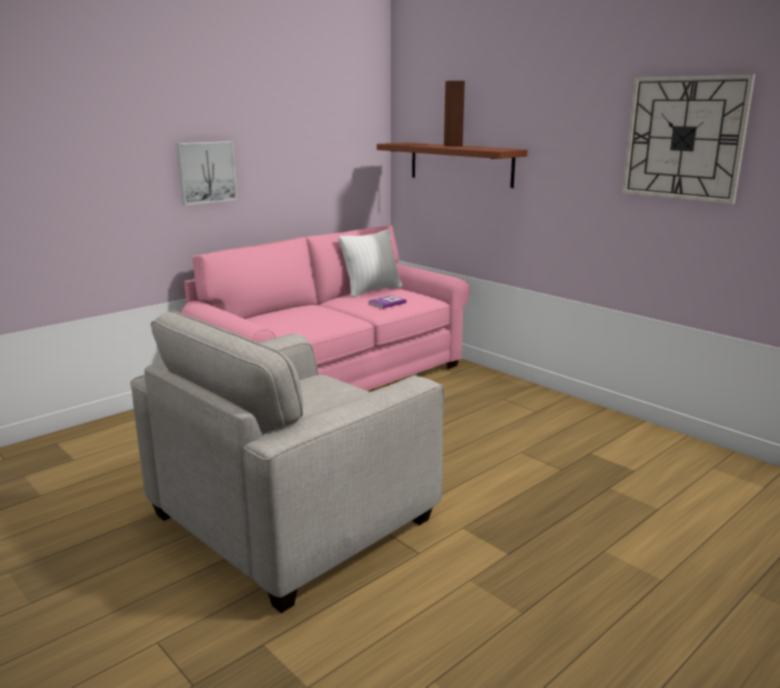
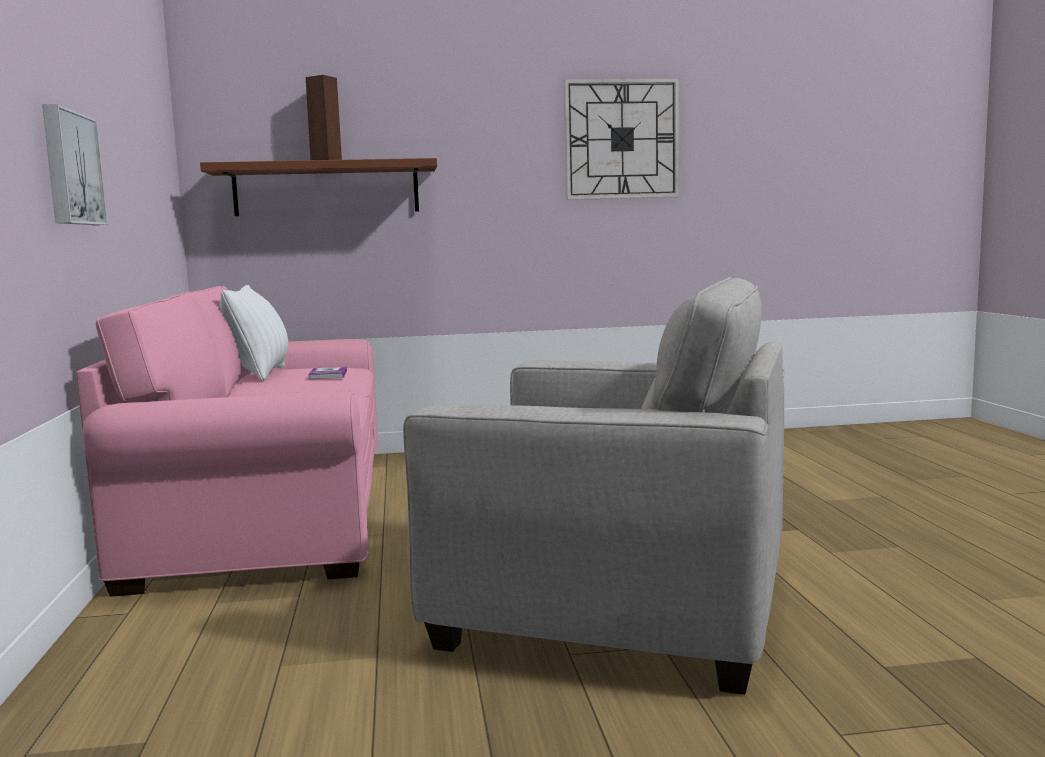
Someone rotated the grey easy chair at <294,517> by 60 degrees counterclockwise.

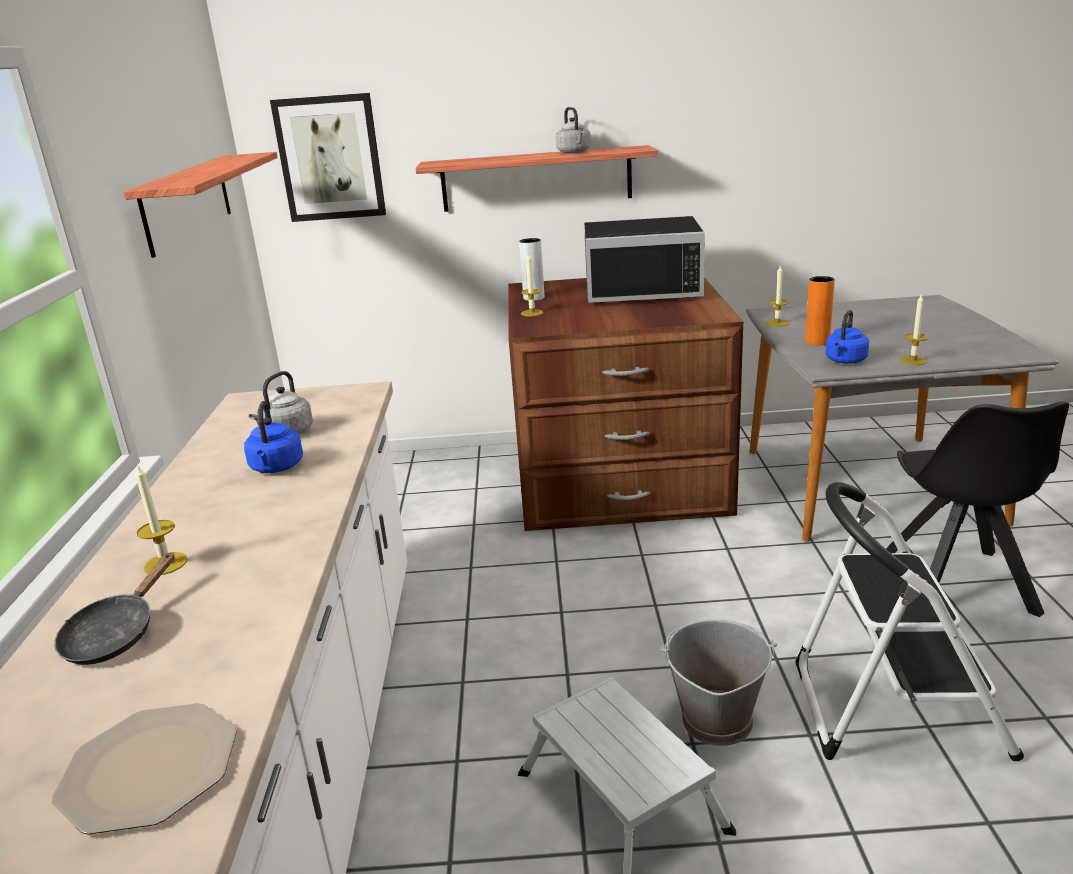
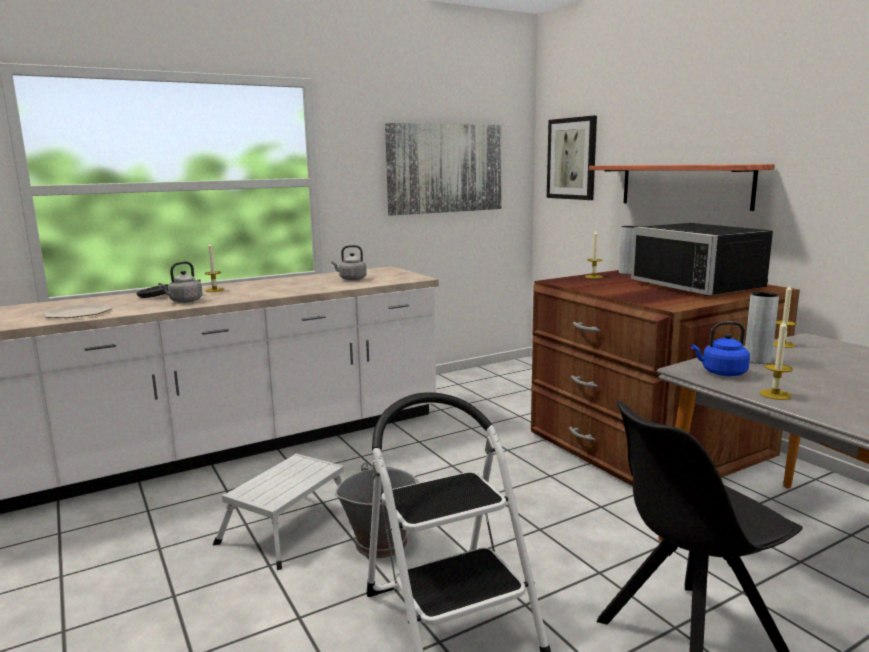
Someone swapped the wall shelf at <188,202> for the wall picture at <445,168>. Someone took away the blue-coloured tea kettle at <276,468>. Someone carried the grey tea kettle from <574,152> to <184,301>. Someone repainted the orangey decorative vase at <817,342>, which became the grey decorative vase at <757,360>.

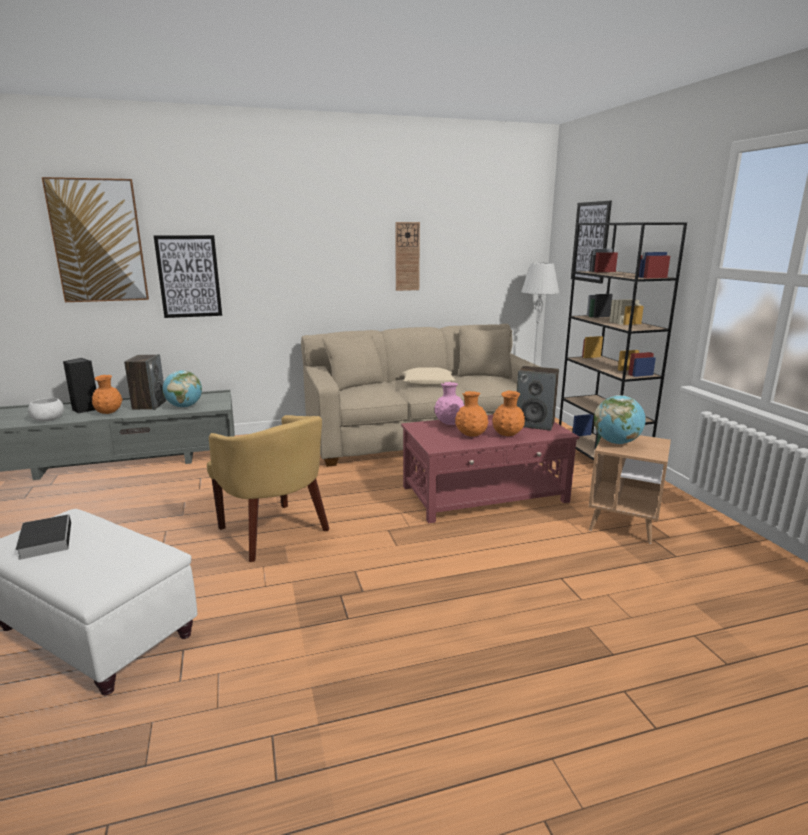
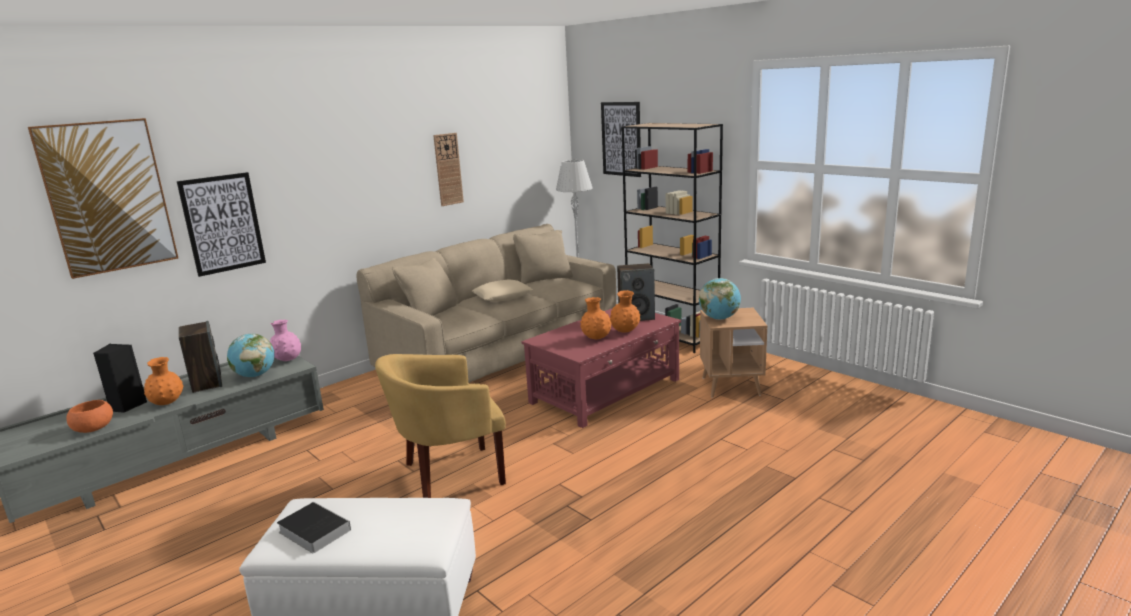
Someone repainted the whitish deep dish at <48,419>, which became the orangey deep dish at <94,428>. Someone rotated the yellowish easy chair at <274,532> by 135 degrees clockwise. Someone carried the pink decorative vase from <449,424> to <287,360>.

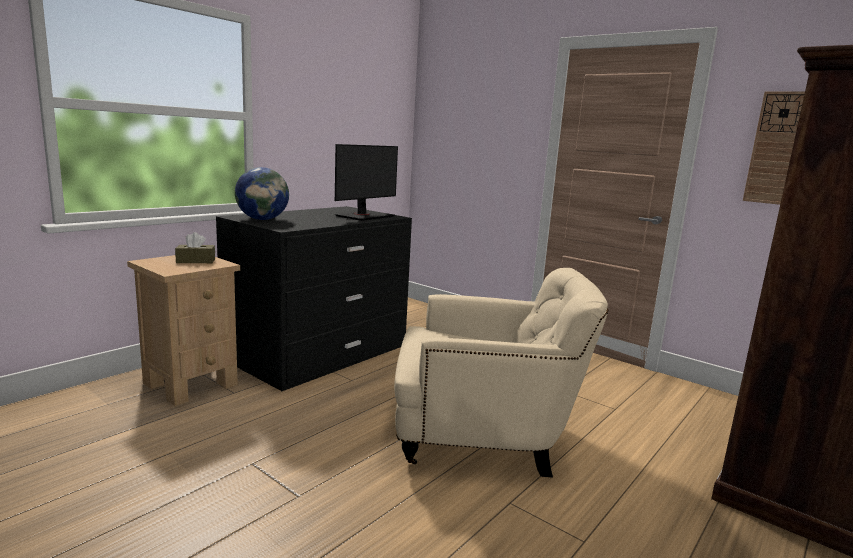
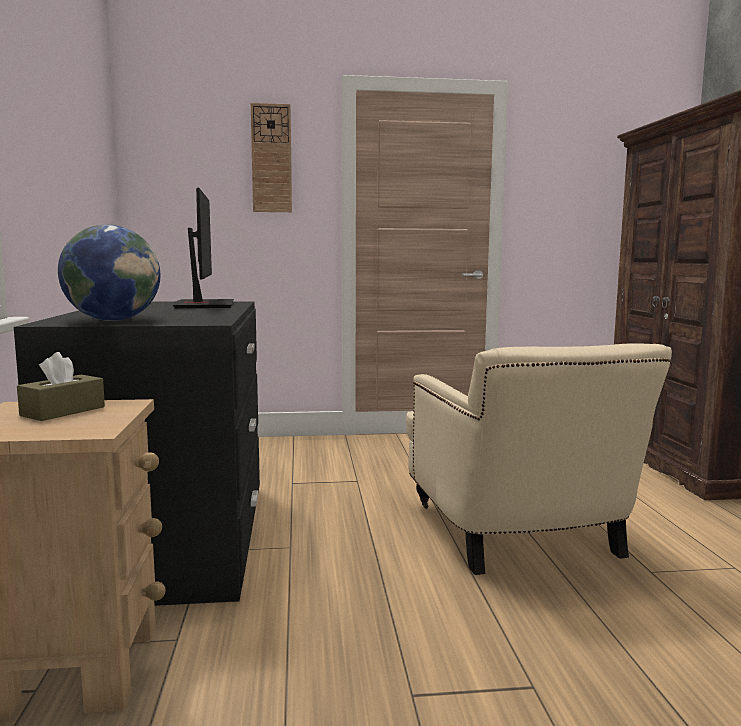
Someone rotated the beige-coloured easy chair at <484,436> by 120 degrees clockwise. Someone carried the hanging clock from <776,148> to <271,158>.

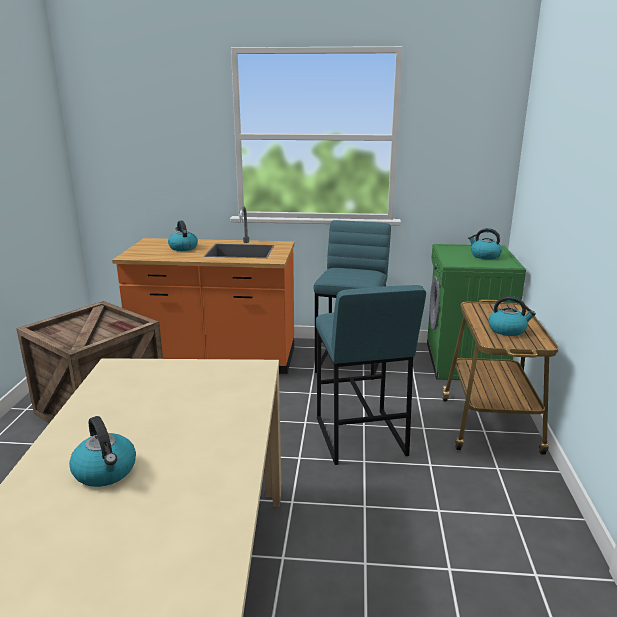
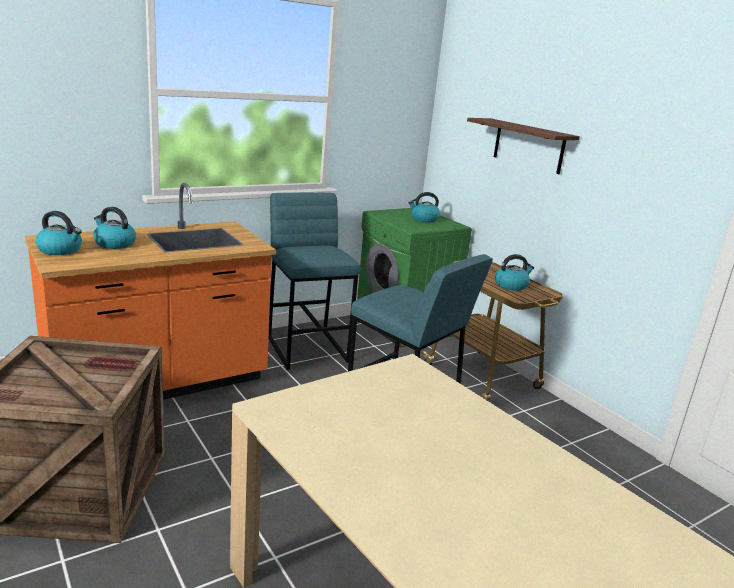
Someone carried the tea kettle from <106,471> to <60,250>. Someone put up the wall shelf at <528,146>.

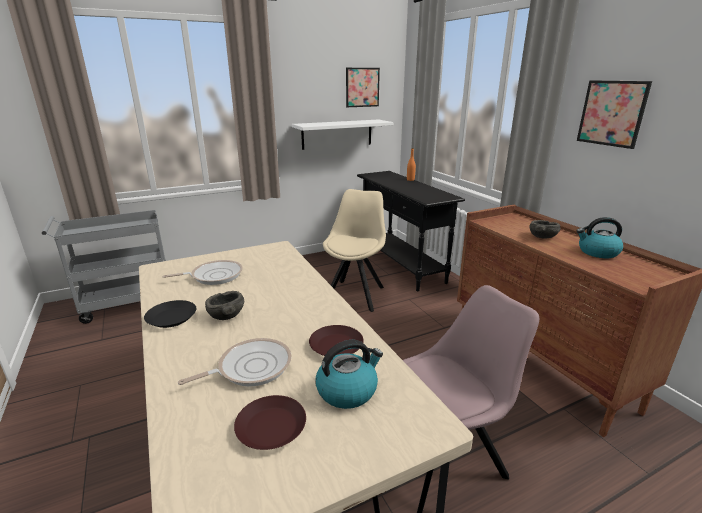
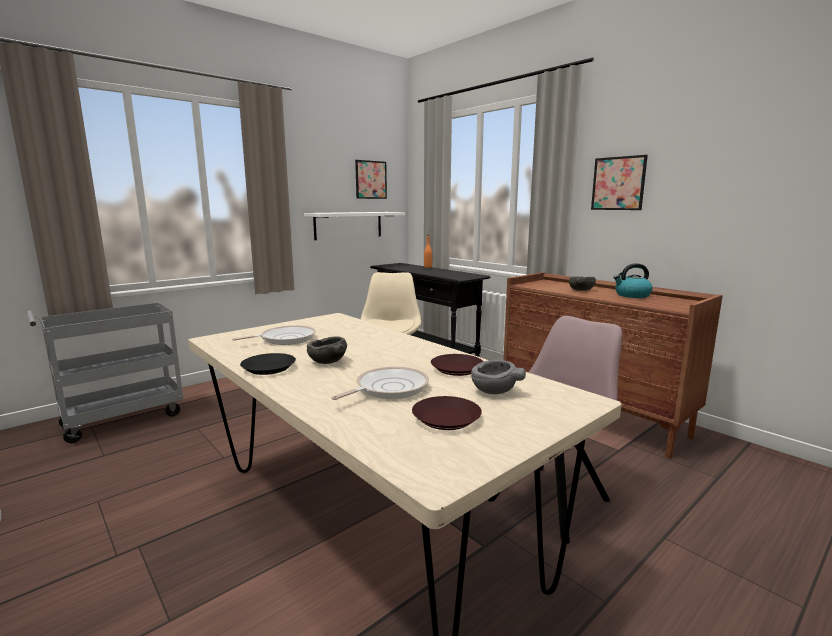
Someone swapped the tea kettle at <347,390> for the grey deep dish at <494,391>.

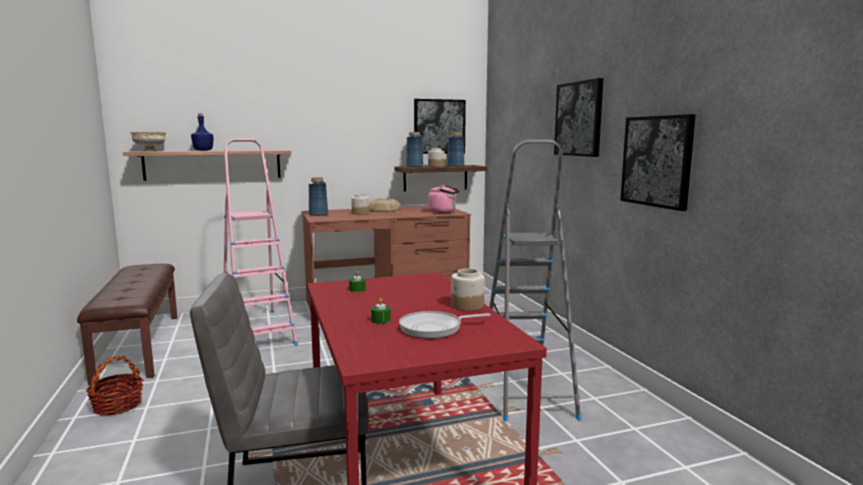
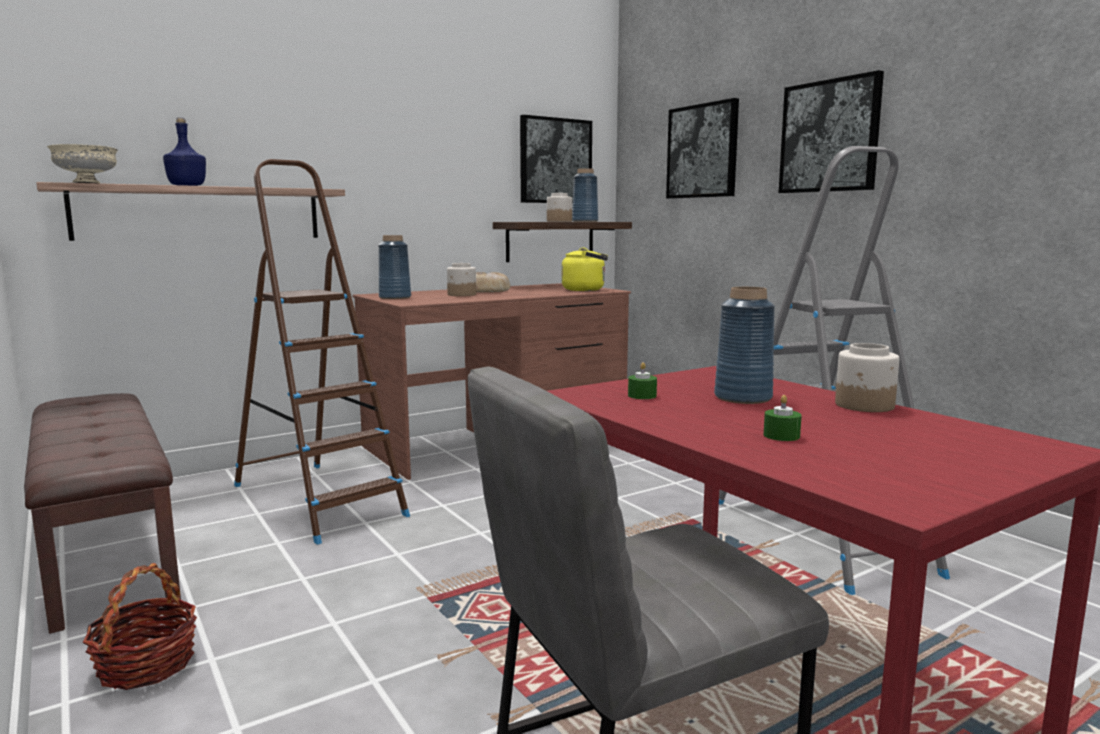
Someone repainted the pink step ladder at <258,331>, which became the brownish step ladder at <318,500>. Someone took away the frying pan at <434,328>. Someone carried the blue-coloured decorative vase from <414,166> to <742,397>. Someone repainted the pink tea kettle at <443,212>, which became the yellowish tea kettle at <586,290>. Someone carried the wall picture from <657,161> to <702,151>.

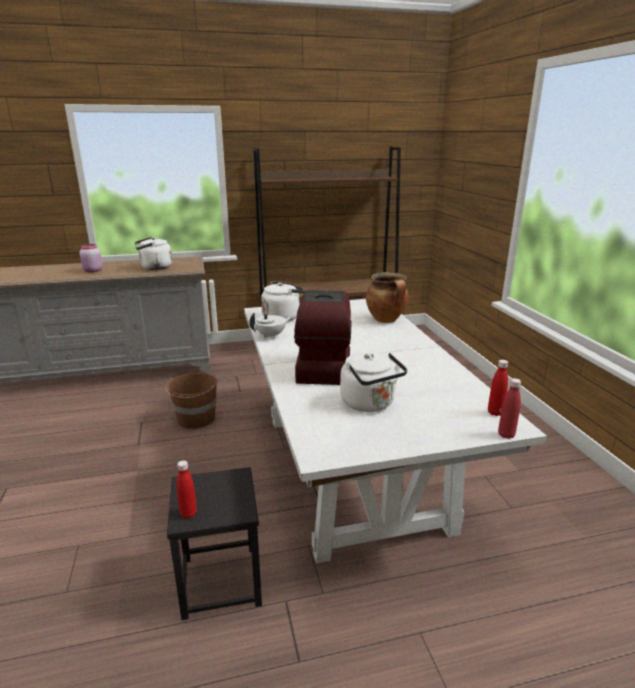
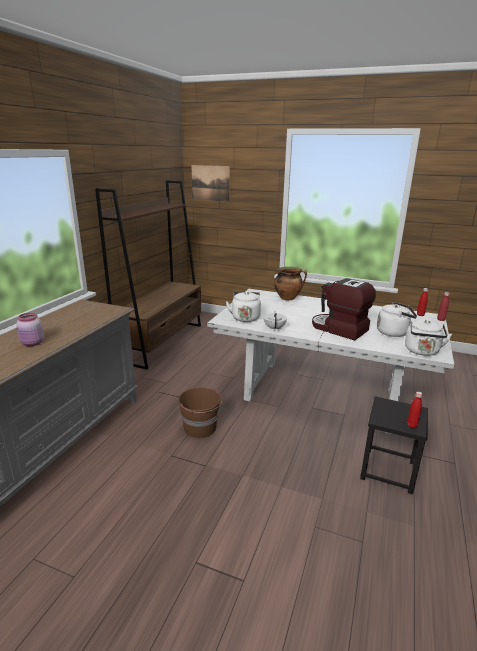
Someone carried the whitish tea kettle from <154,268> to <422,351>. Someone put up the wall picture at <210,183>.

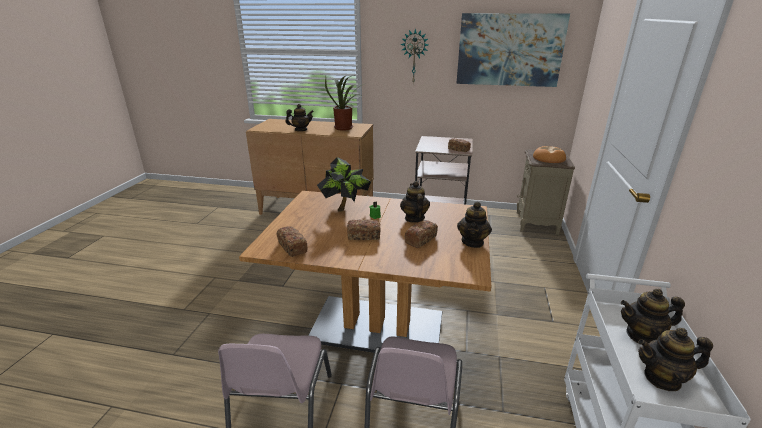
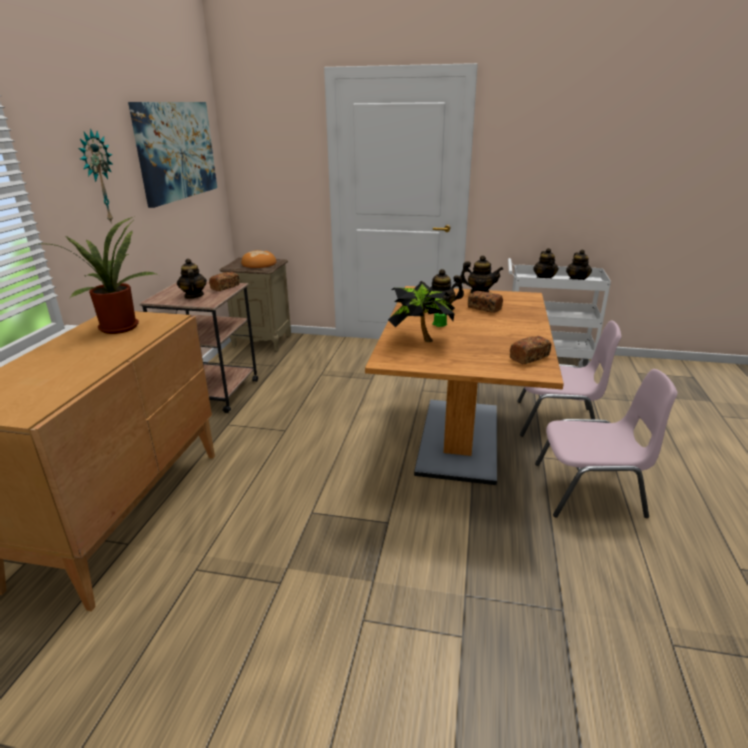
Someone carried the teapot from <301,130> to <193,296>. Someone took away the bread at <364,236>.

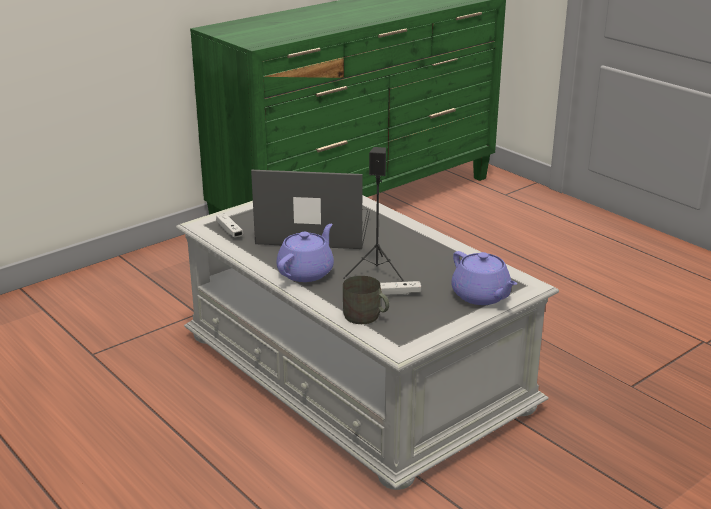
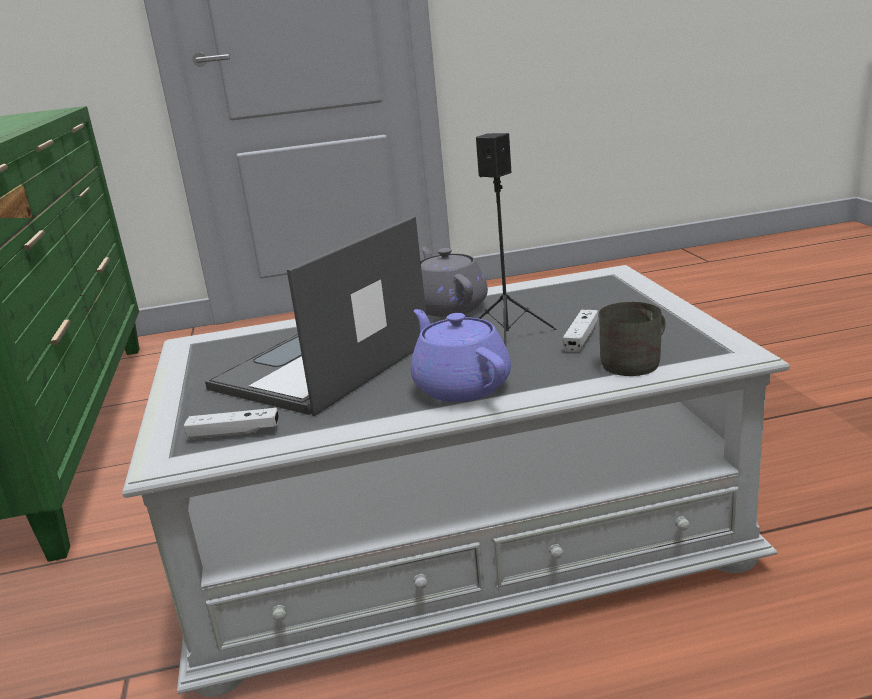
Someone took away the purple-coloured teapot at <481,296>. Someone put down the grey teapot at <449,307>.

